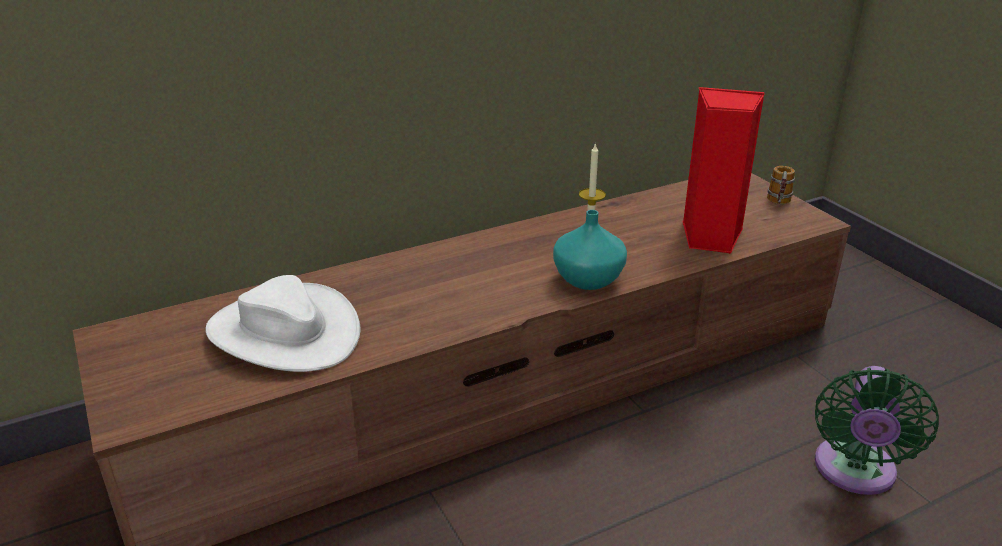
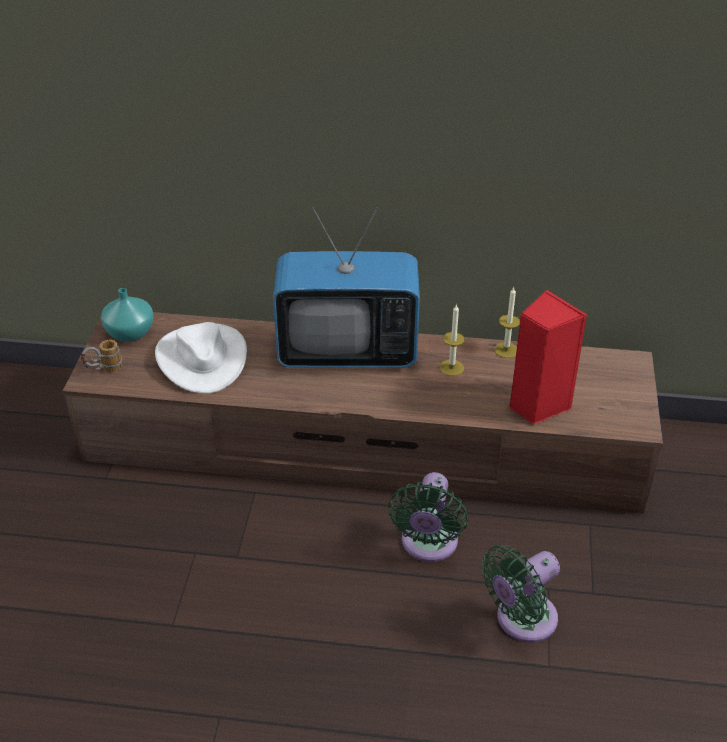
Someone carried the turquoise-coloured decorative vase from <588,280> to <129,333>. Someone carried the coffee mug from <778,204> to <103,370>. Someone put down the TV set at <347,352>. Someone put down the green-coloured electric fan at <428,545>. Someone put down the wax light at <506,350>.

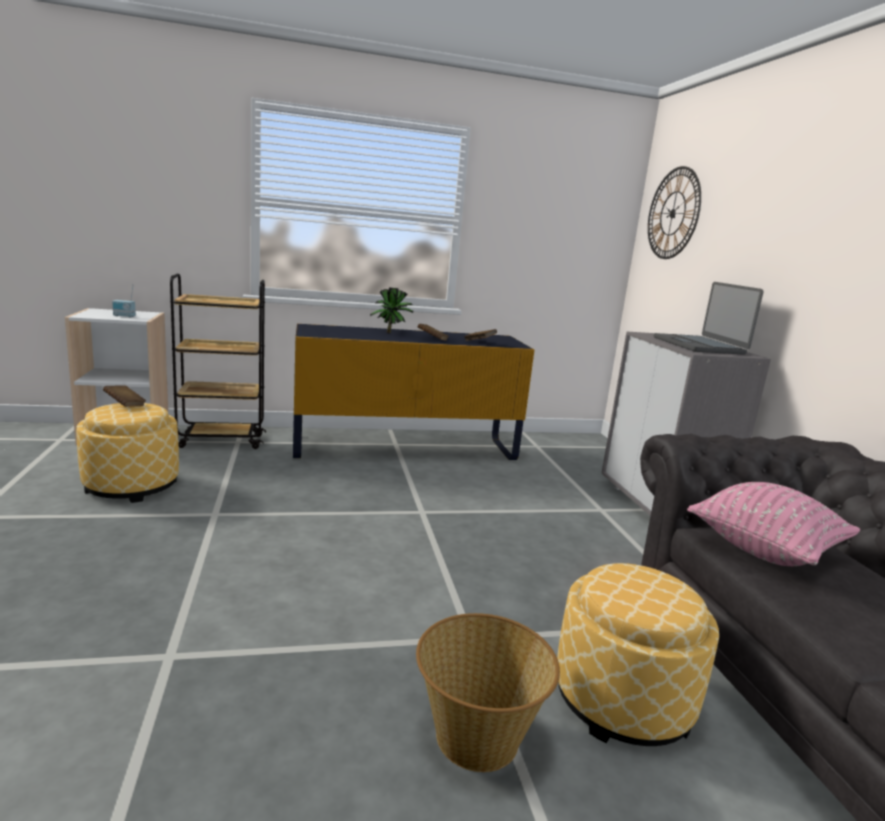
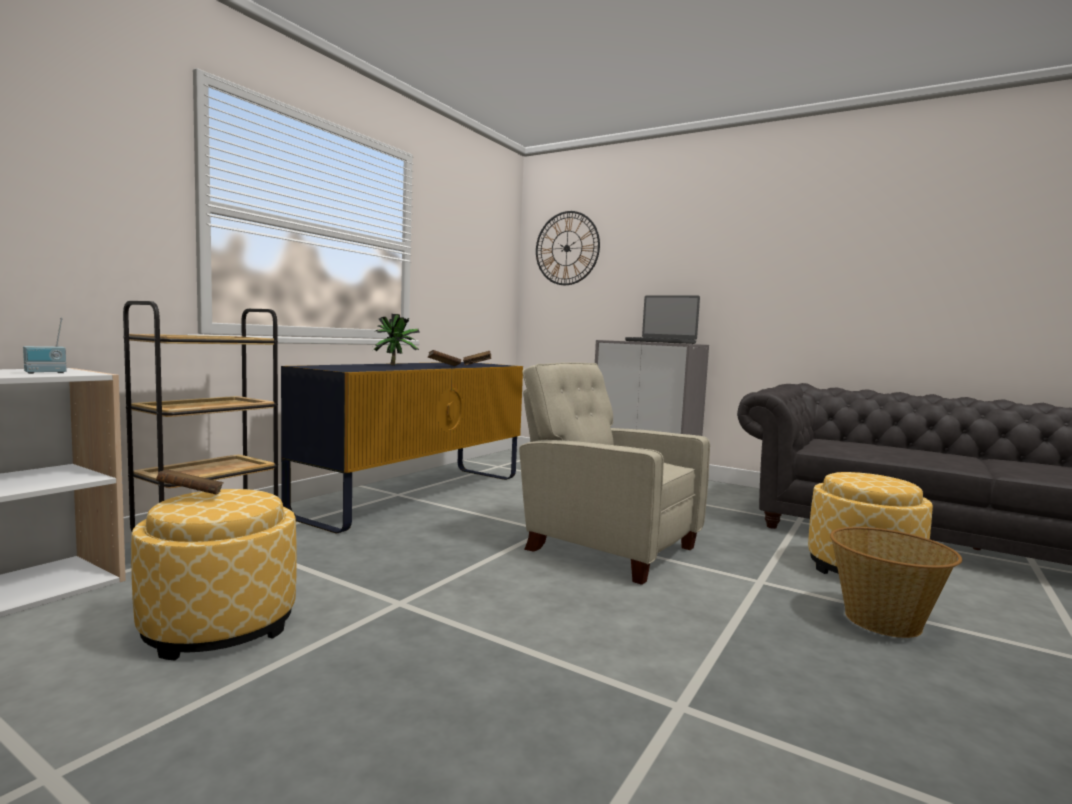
Someone took away the pink cushion at <764,550>. Someone put down the beige-coloured easy chair at <606,547>.

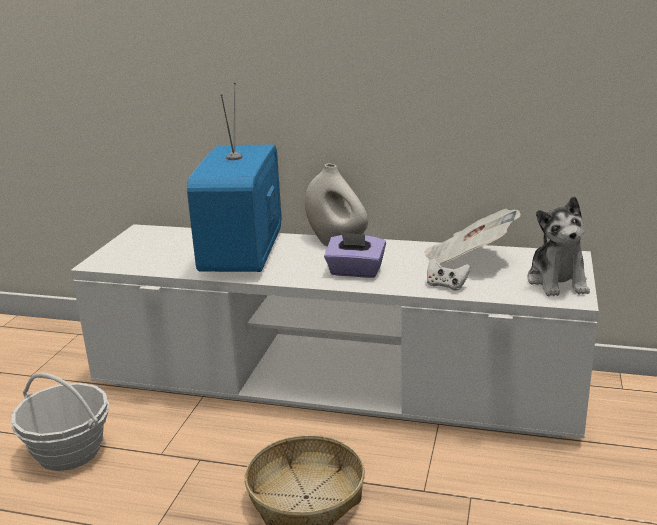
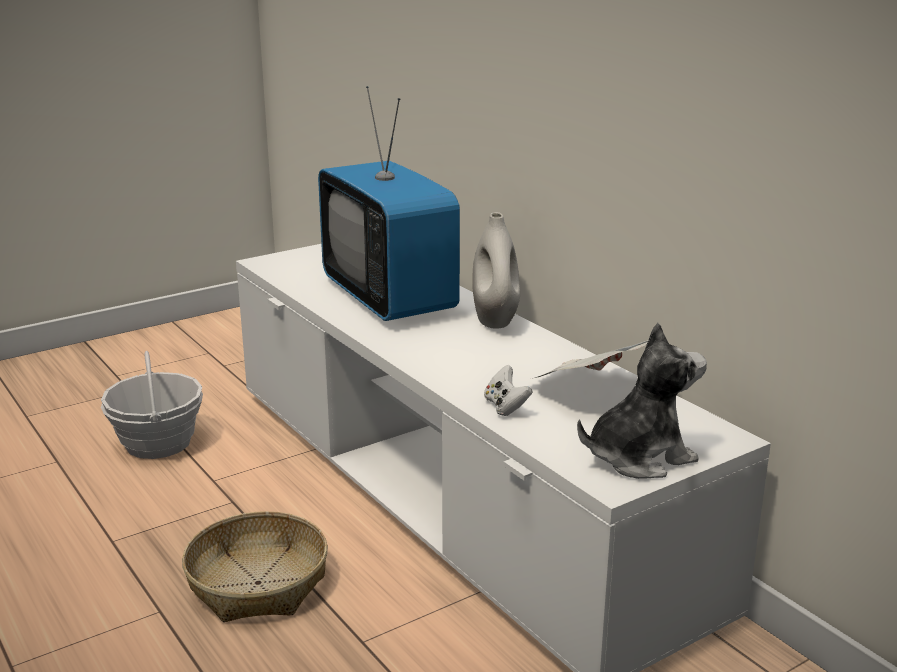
Someone rotated the TV set at <244,254> by 75 degrees counterclockwise. Someone took away the purple-coloured box of tissues at <355,272>. Someone rotated the soft toy at <557,281> by 150 degrees counterclockwise.

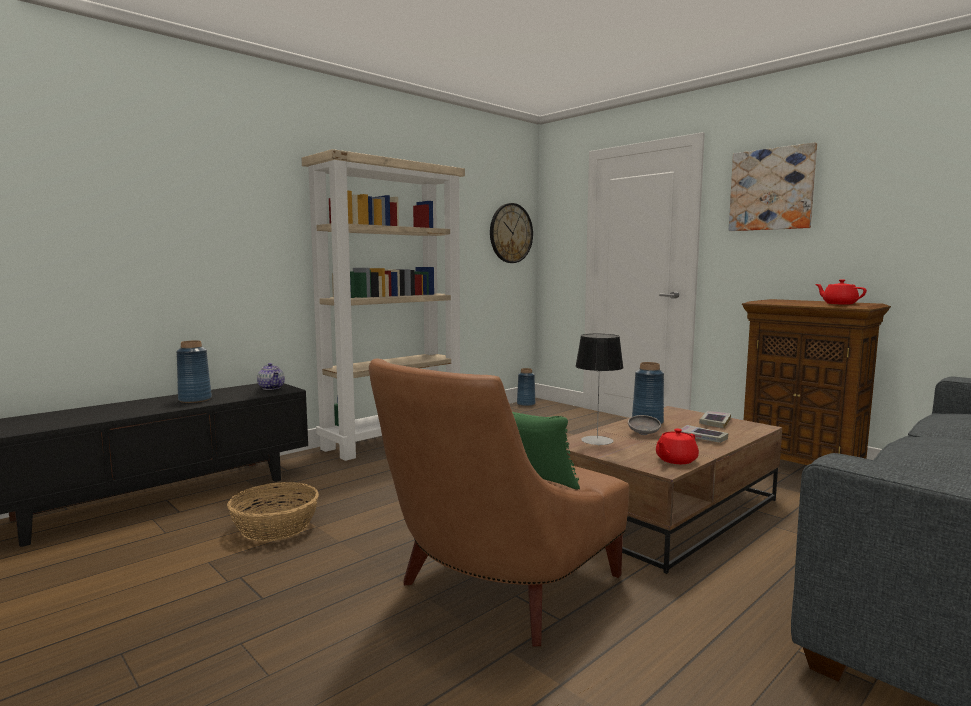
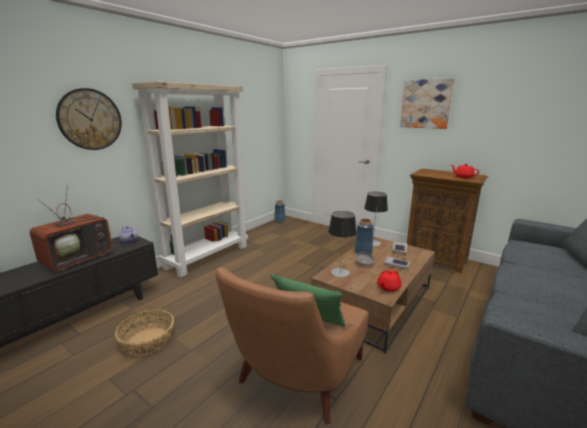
Someone swapped the blue-coloured decorative vase at <195,399> for the TV set at <79,259>. Someone carried the hanging clock from <510,233> to <90,119>. Someone put down the table lamp at <373,243>.

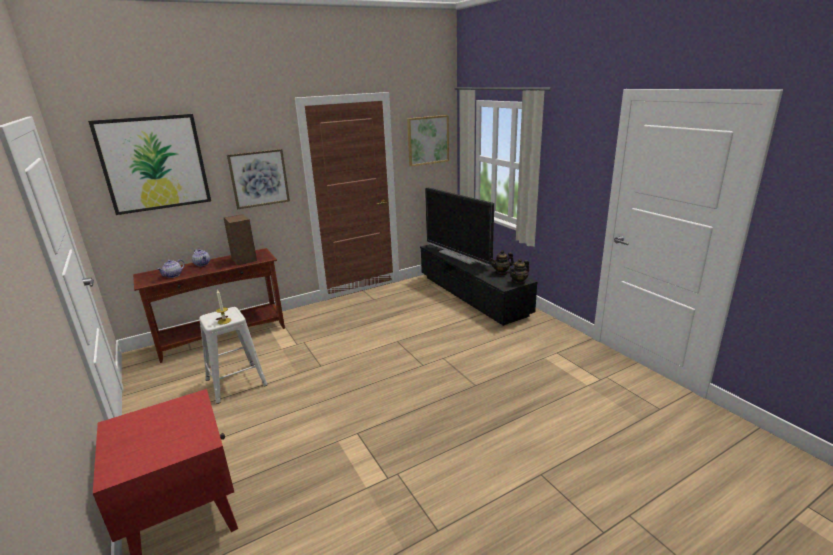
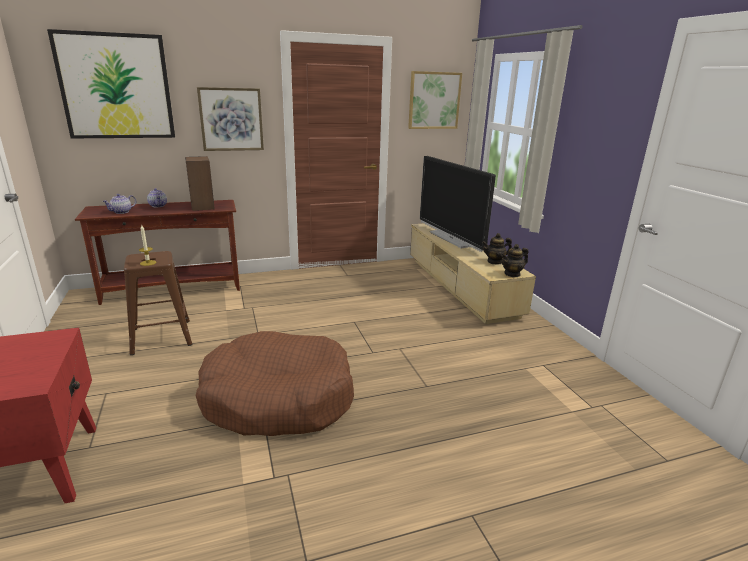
Someone repainted the whitish stool seat at <236,382>, which became the brownish stool seat at <161,337>. Someone repainted the black tv stand at <472,295>, which became the beige-coloured tv stand at <460,286>. Someone put down the brownish dog bed at <278,398>.

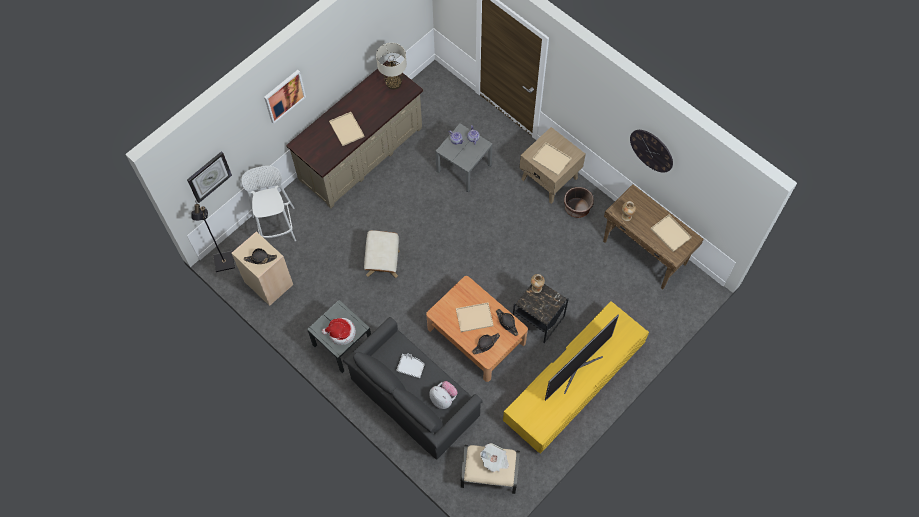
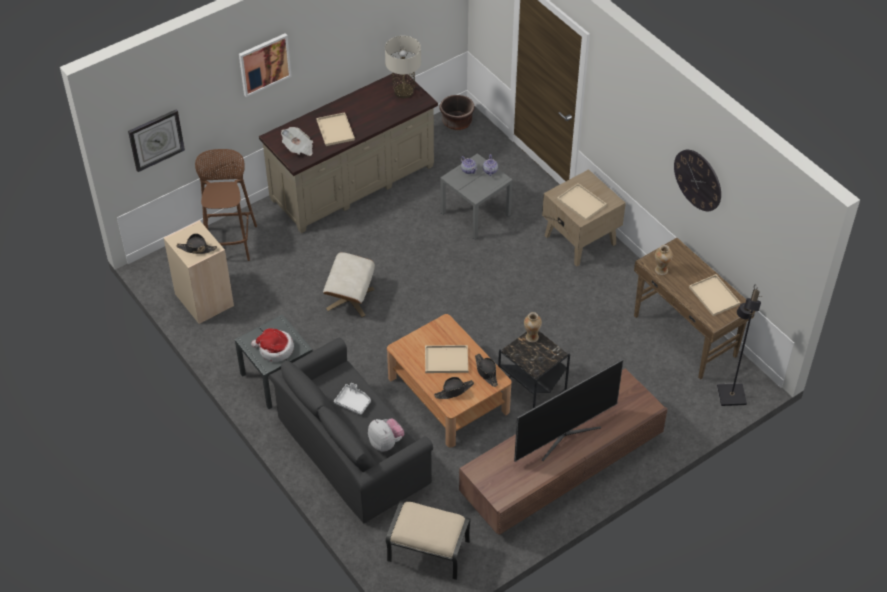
Someone carried the black standing lamp from <224,261> to <731,395>. Someone repainted the whitish stool seat at <276,227>, which became the brownish stool seat at <230,242>. Someone carried the printed paper from <495,460> to <298,148>. Someone repainted the yellowish tv stand at <574,384>, which became the brownish tv stand at <562,467>. Someone carried the brownish flower pot from <577,208> to <457,122>.

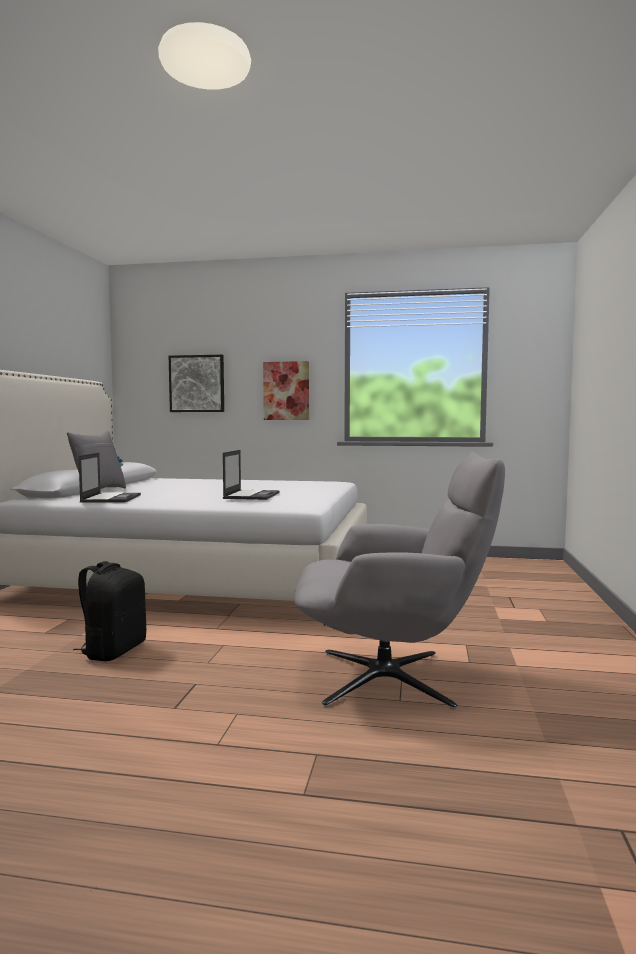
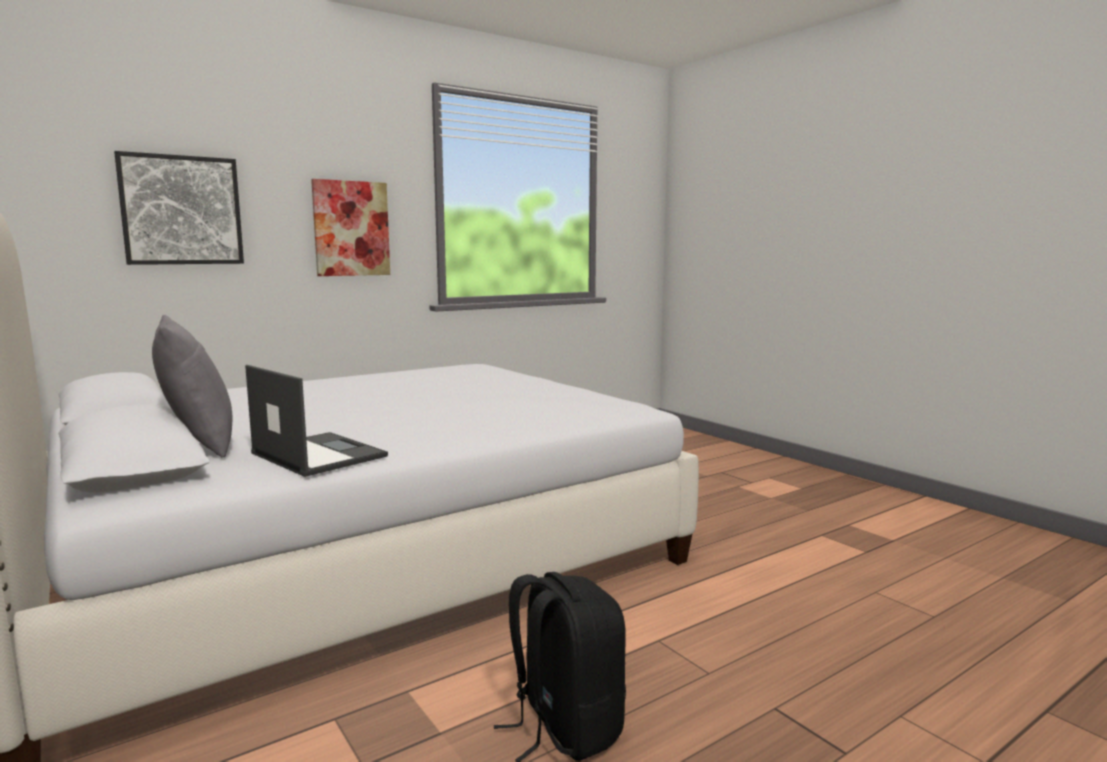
Someone took away the laptop at <252,495>. Someone took away the grey easy chair at <390,678>.

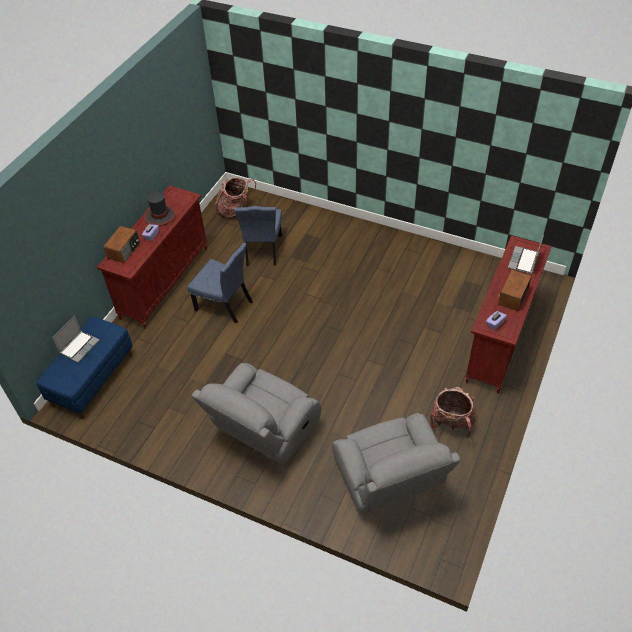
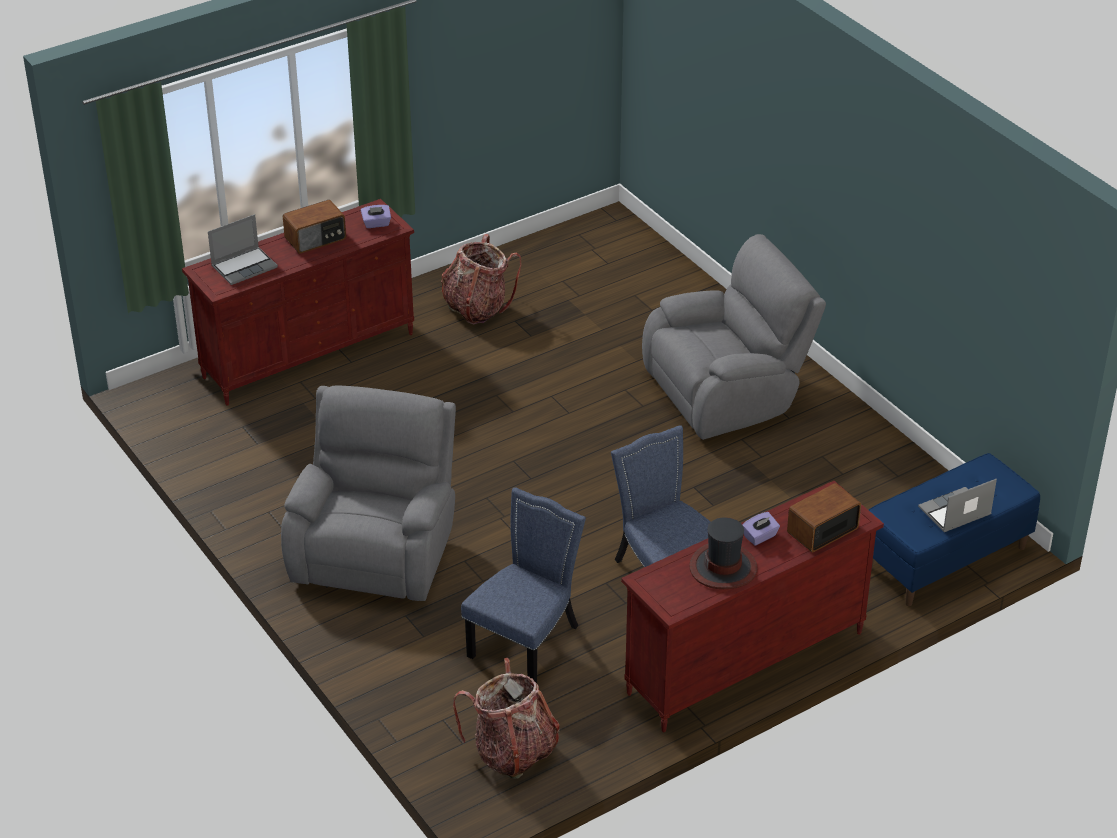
Someone carried the grey easy chair from <390,483> to <376,552>.

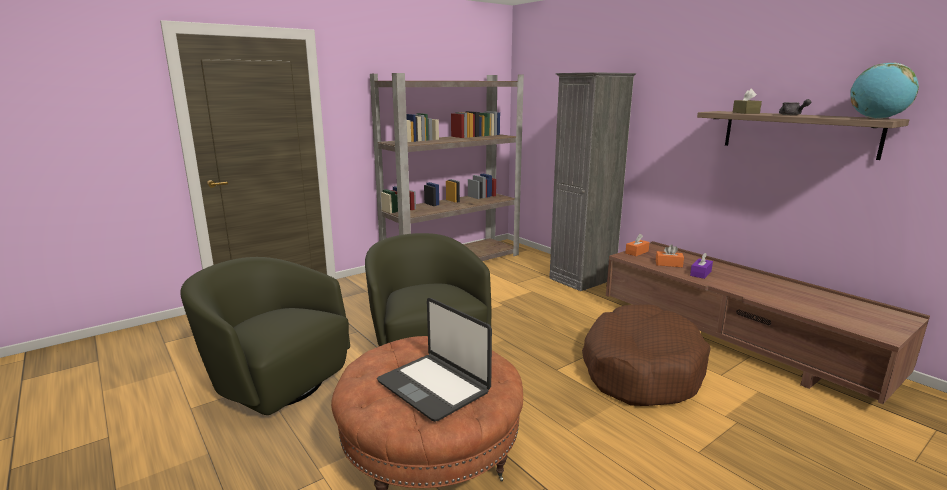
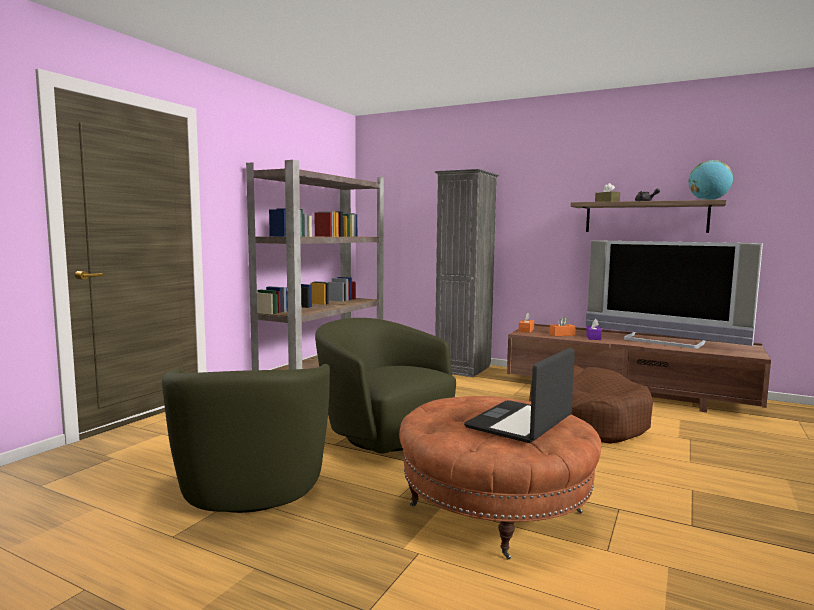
Someone rotated the green-coloured easy chair at <274,381> by 105 degrees counterclockwise. Someone rotated the laptop at <434,386> by 105 degrees clockwise. Someone put down the TV set at <663,342>.

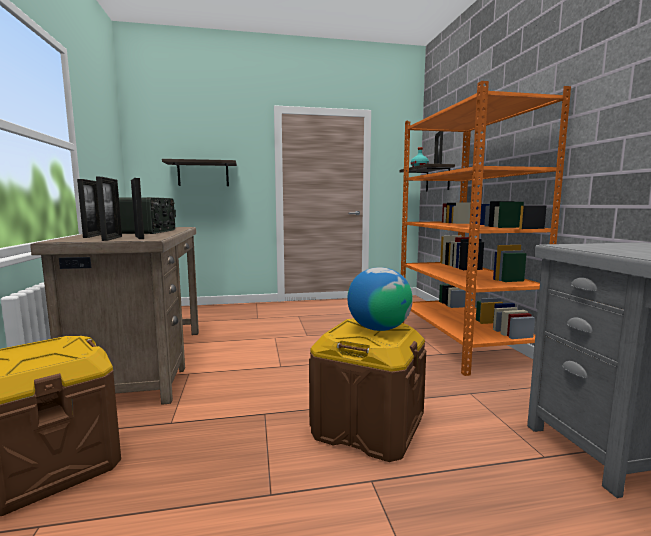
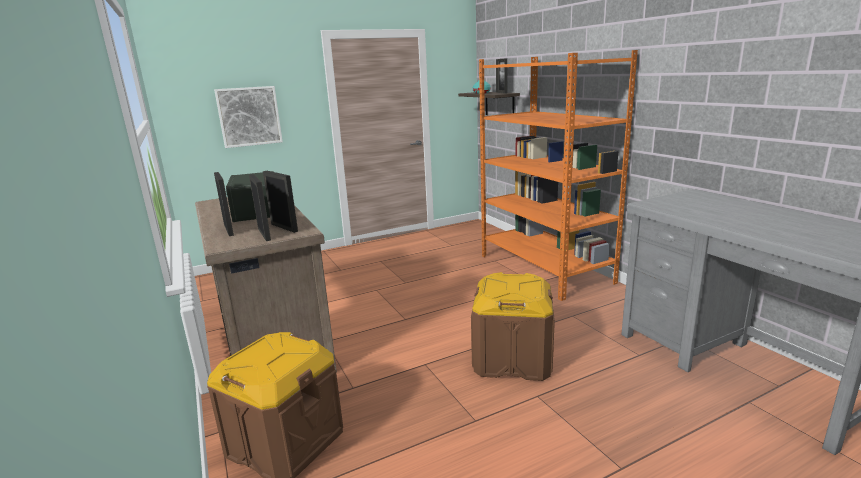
Someone swapped the wall shelf at <203,174> for the wall picture at <249,116>. Someone took away the globe at <378,328>.

